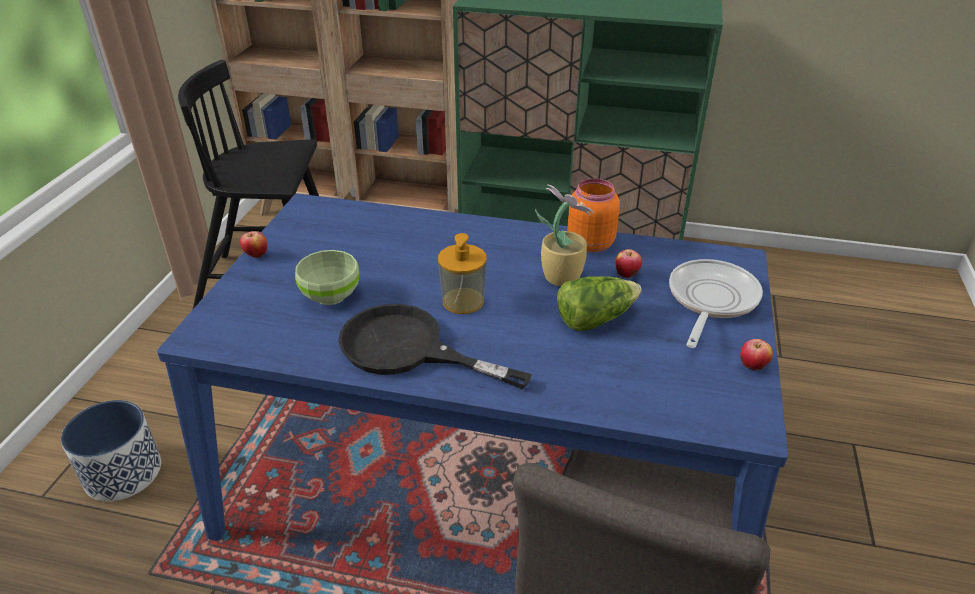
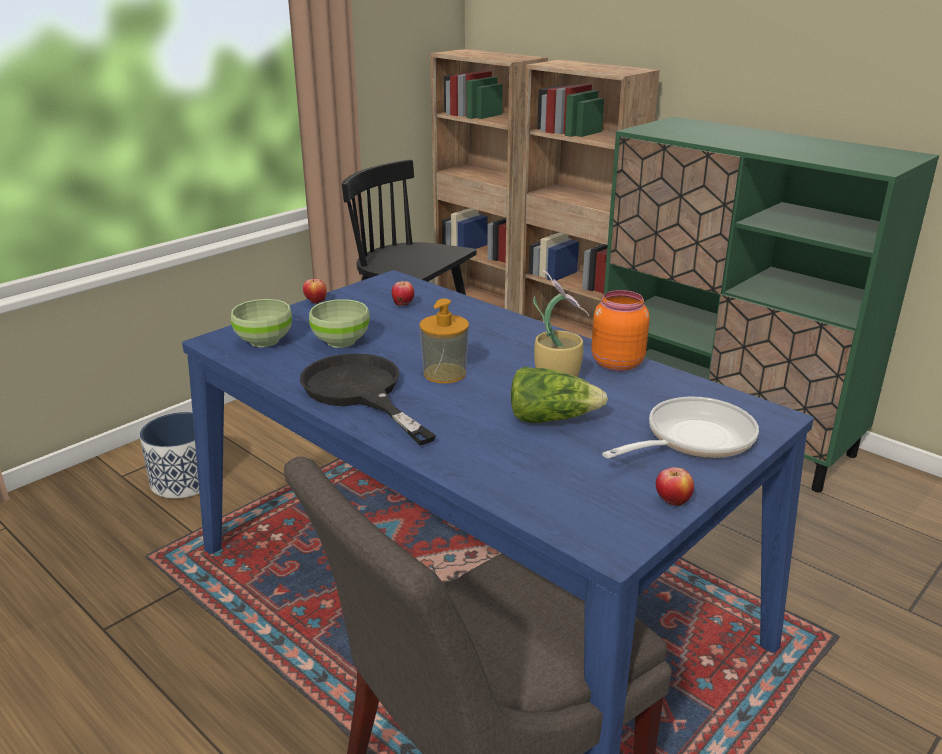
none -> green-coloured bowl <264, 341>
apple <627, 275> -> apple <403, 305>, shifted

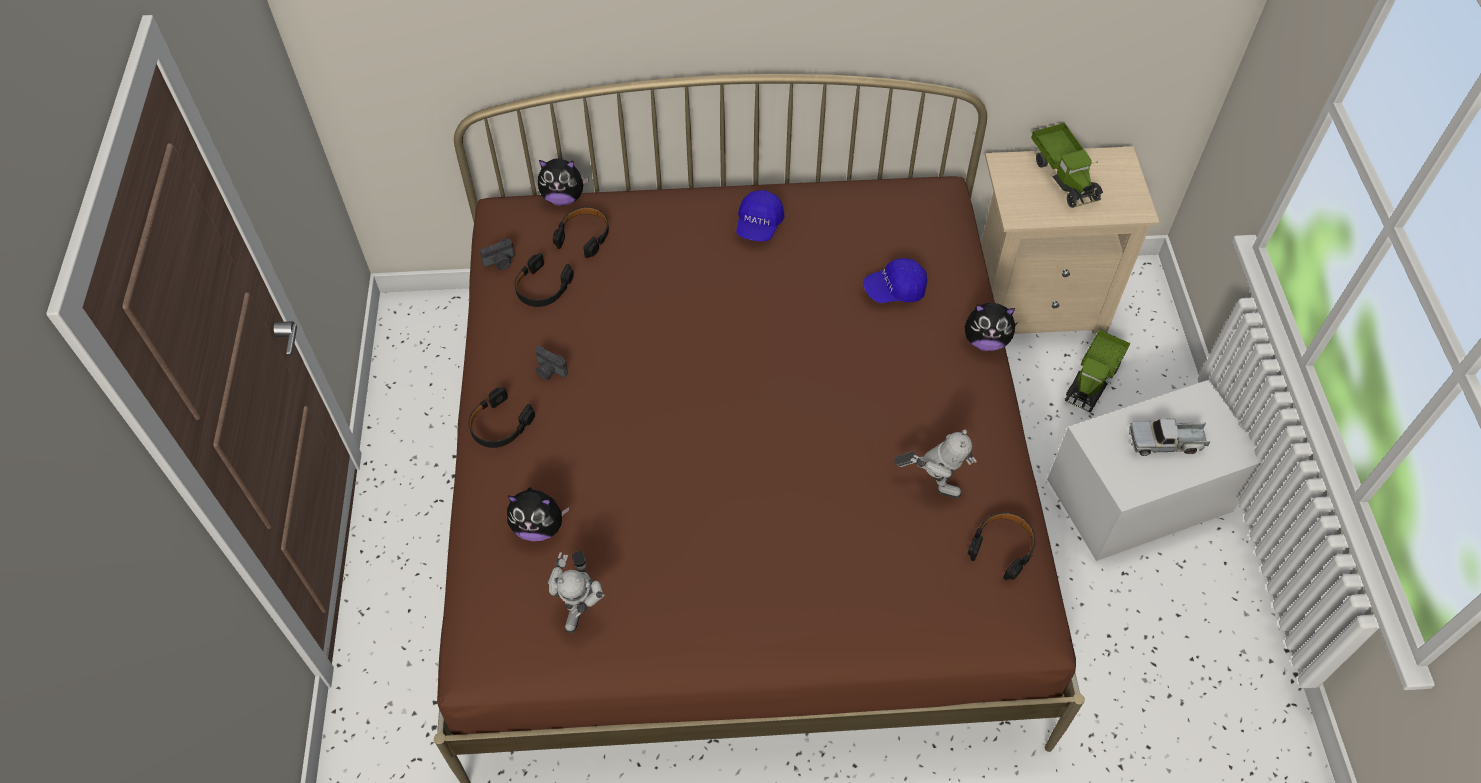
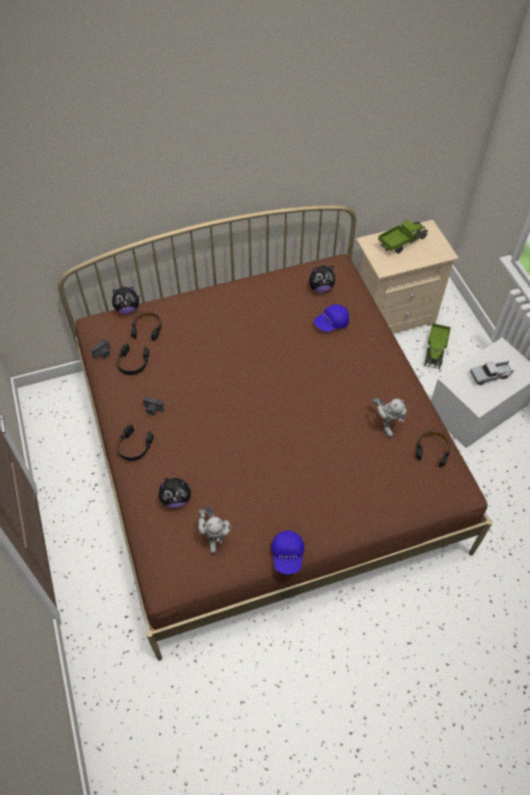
blue peaked cap <759, 225> -> blue peaked cap <287, 555>, shifted
cuddly toy <985, 341> -> cuddly toy <321, 288>, shifted
toy robot <932, 483> -> toy robot <385, 424>, 60 degrees clockwise
toy lorry <1064, 175> -> toy lorry <401, 242>, 90 degrees counterclockwise

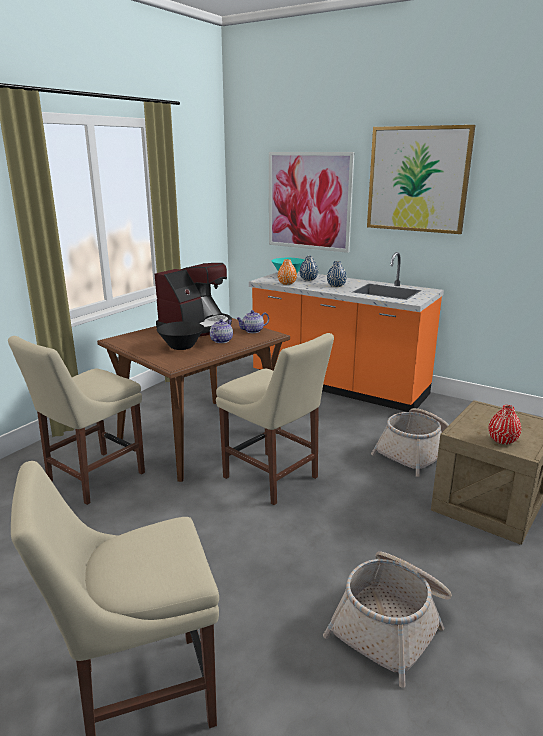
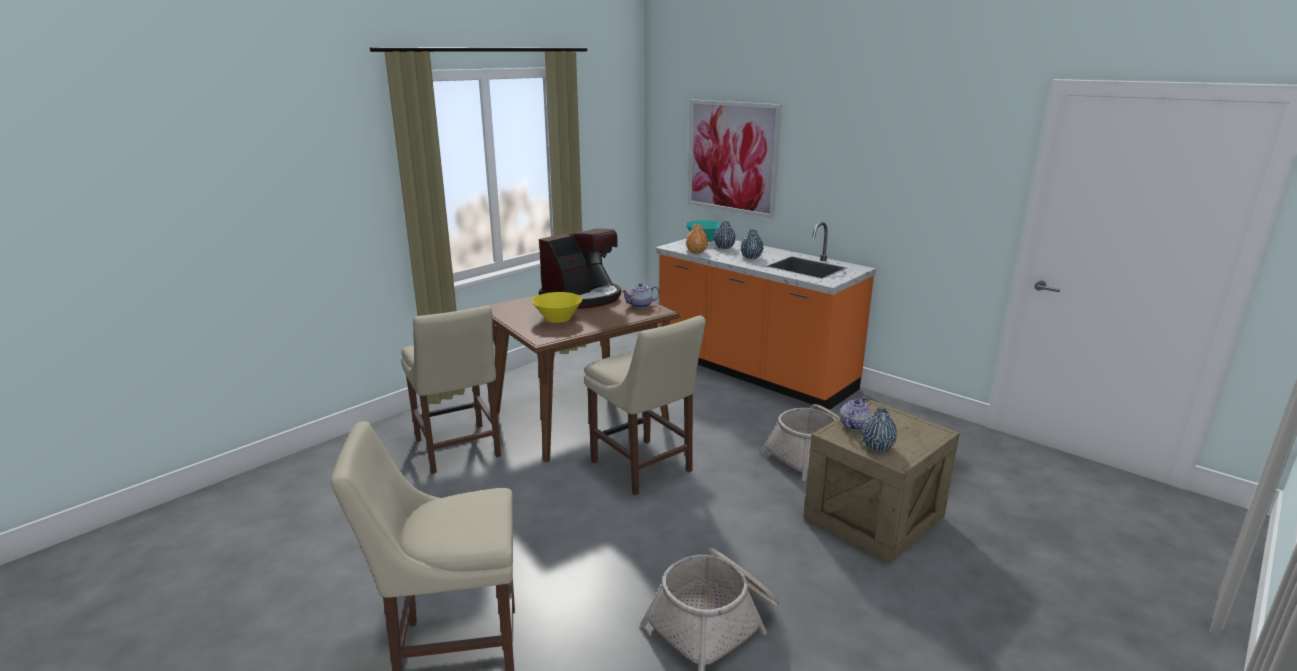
wall art <417, 179> -> none
tea pot <221, 341> -> tea pot <853, 425>, shifted
blackish bowl <181, 347> -> yellow-coloured bowl <558, 319>
red vase <502, 440> -> blue vase <877, 447>
sand-coloured chair <91, 478> -> sand-coloured chair <458, 450>, 75 degrees counterclockwise

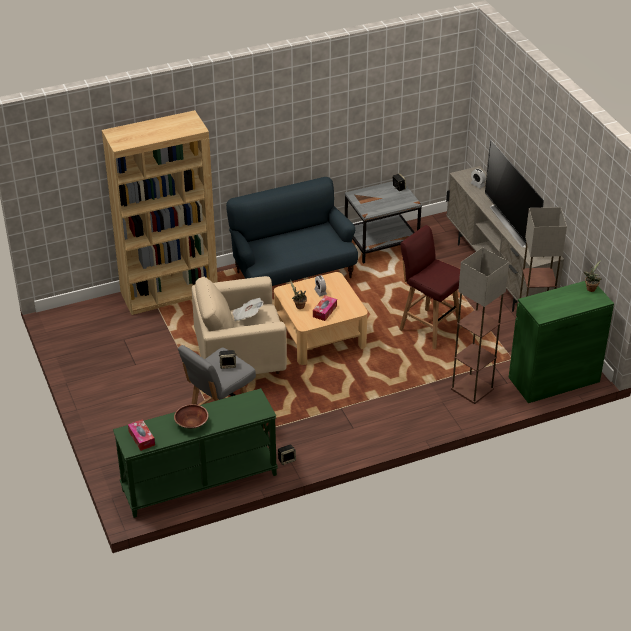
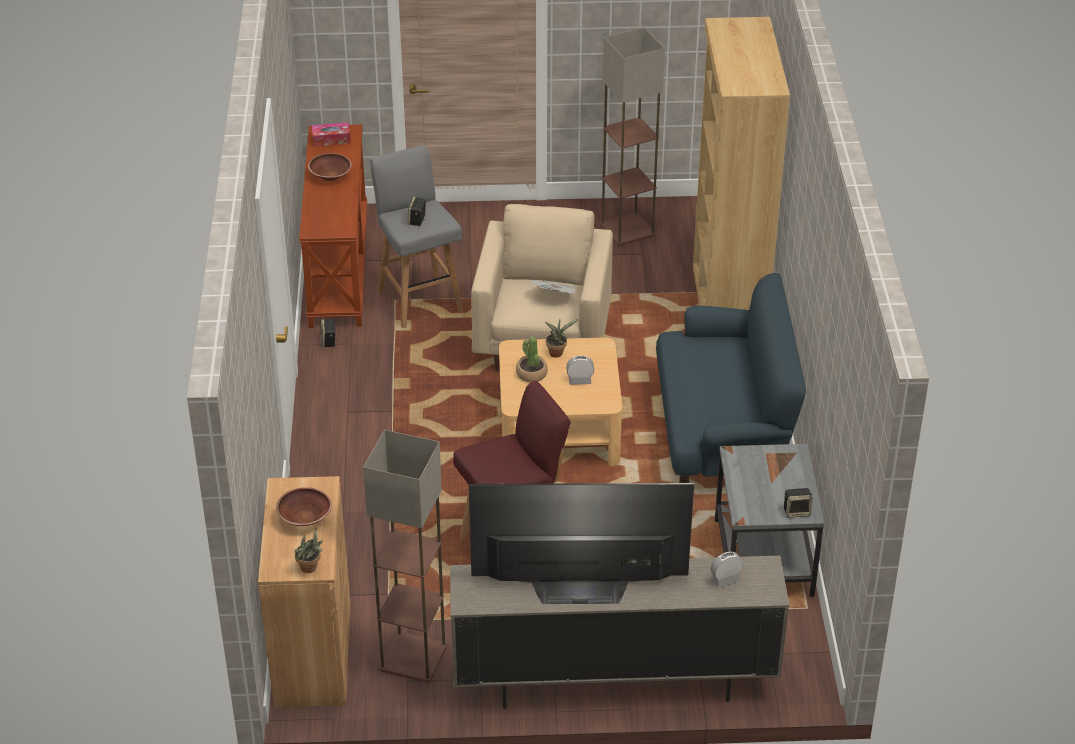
none -> brown-coloured bowl <304, 518>
floor lamp <473, 389> -> floor lamp <627, 230>, shifted
tissue box <324, 311> -> houseplant <531, 374>
green-coloured hall table <199, 483> -> brown-coloured hall table <337, 267>
green-coloured storage cabinet <554, 379> -> brown-coloured storage cabinet <313, 653>

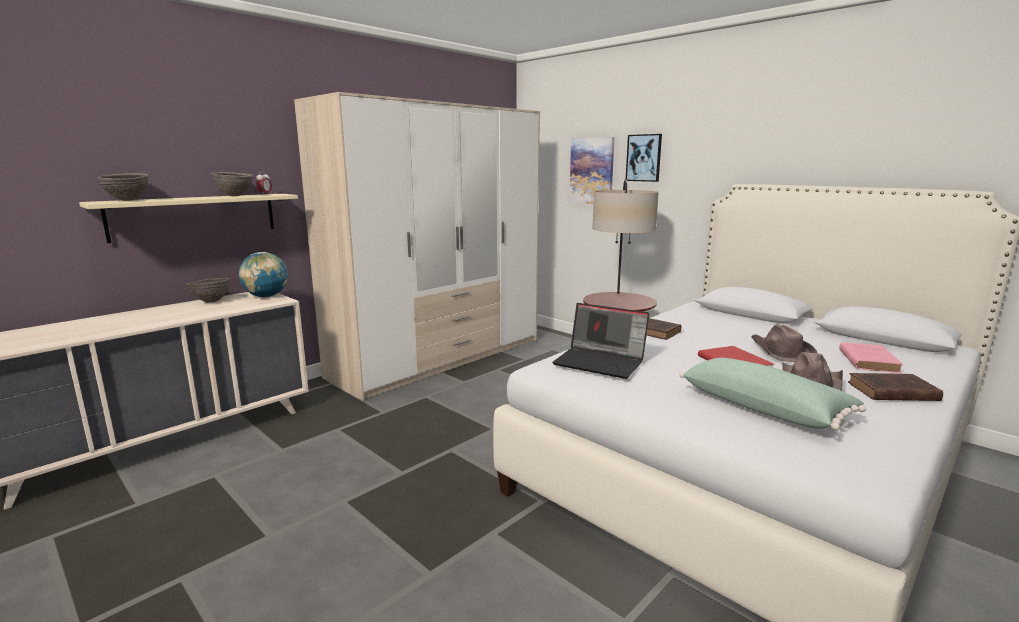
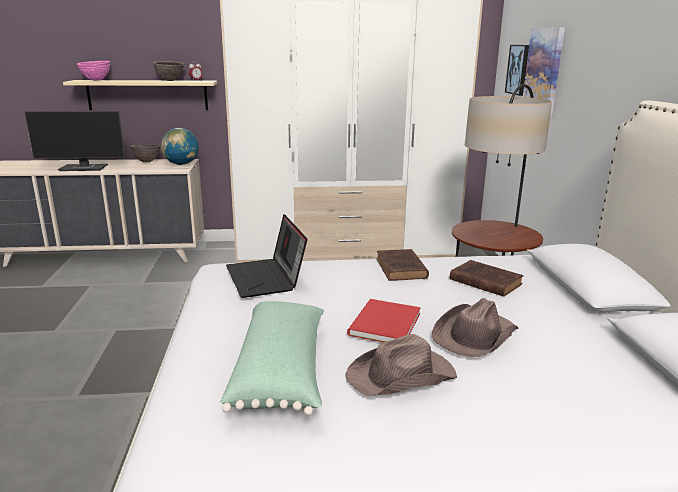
pink volume <867, 360> -> none
none -> computer display <84, 168>
wall art <644, 158> -> wall art <518, 69>, shifted
brown-coloured volume <890, 391> -> brown-coloured volume <483, 281>, shifted
brown-coloured bowl <127, 200> -> pink bowl <96, 80>

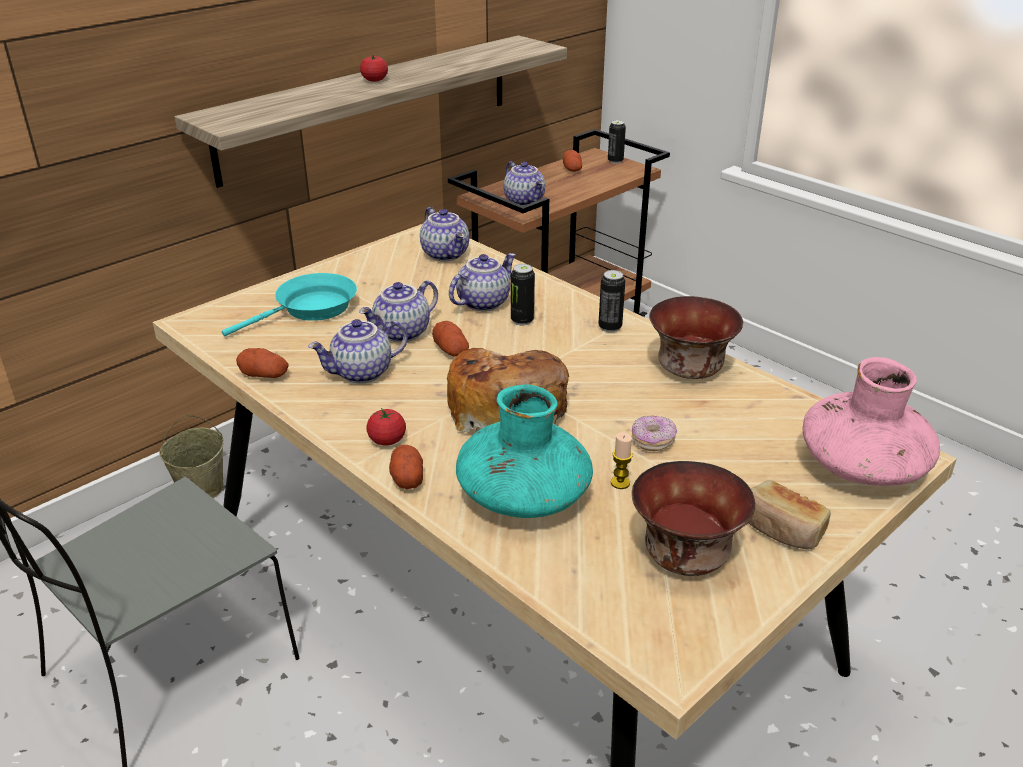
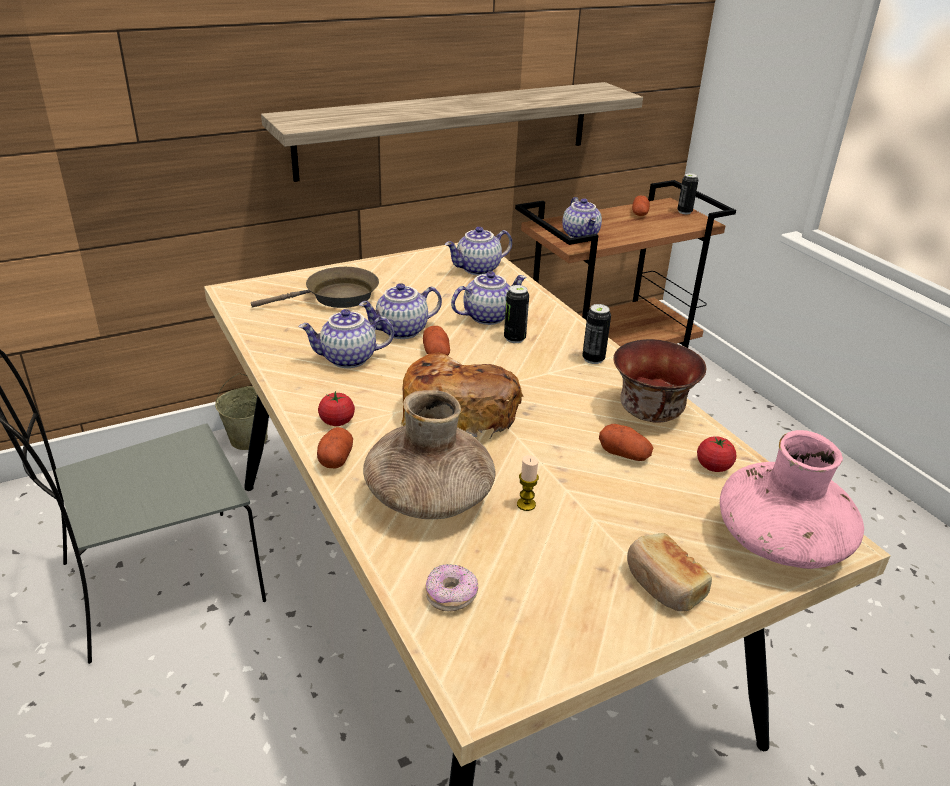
bowl <685, 557> -> none
spud <264, 375> -> spud <624, 454>, shifted
fresh tomato <374, 80> -> fresh tomato <713, 466>, shifted
doughnut <652, 441> -> doughnut <451, 596>, shifted
blue-green skillet <311, 309> -> brown-coloured skillet <336, 297>
blue-green vase <523, 496> -> brown-coloured vase <429, 497>
tea pot <446, 254> -> tea pot <478, 269>, 75 degrees clockwise

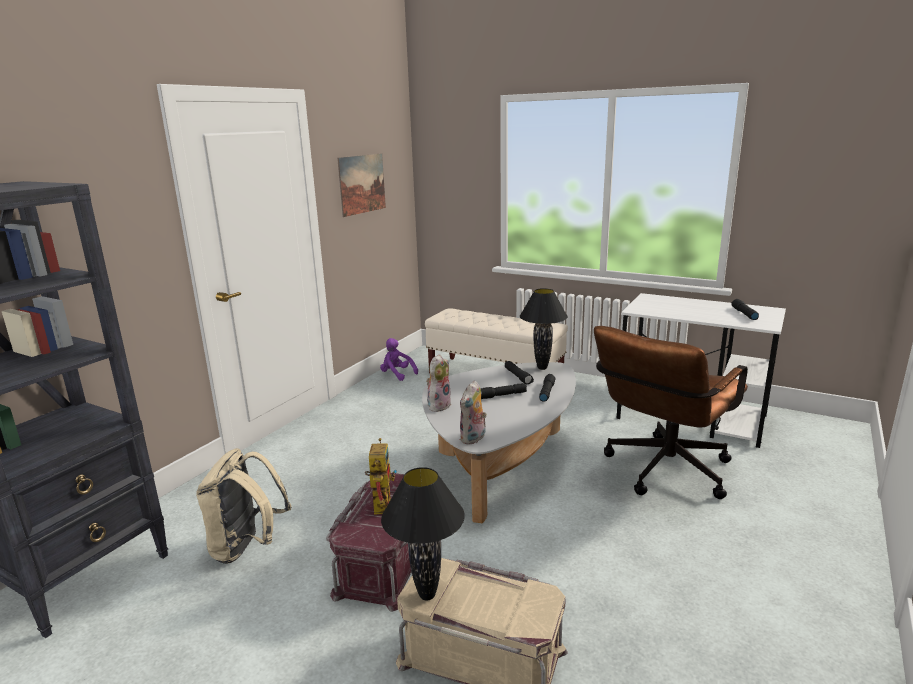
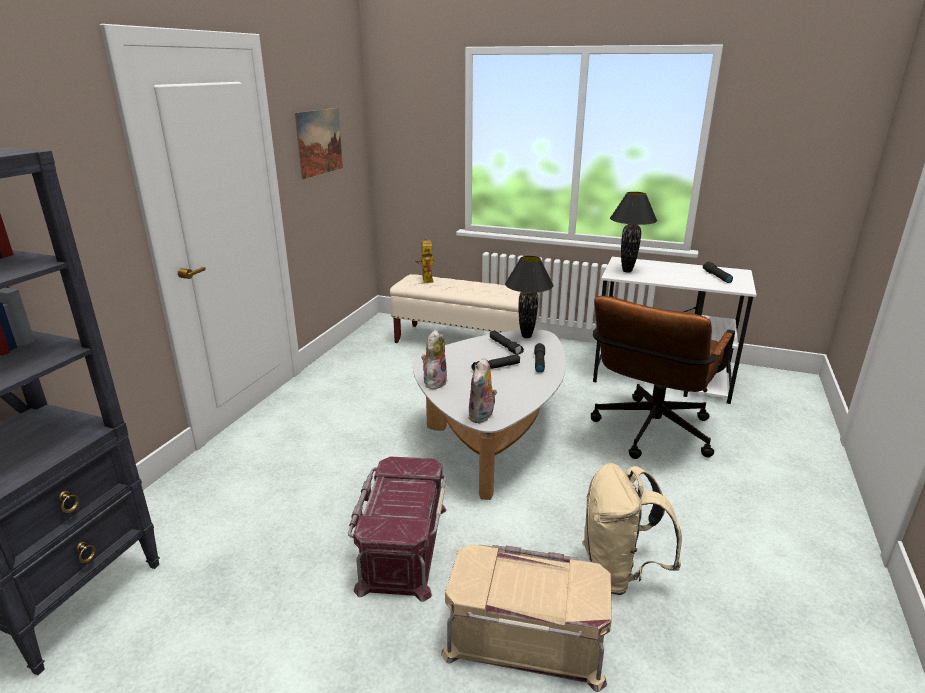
purple cuddly toy <397, 374> -> none
sand-coloured knapsack <247, 547> -> sand-coloured knapsack <620, 572>, shifted
toy robot <381, 503> -> toy robot <425, 279>, shifted
blackish table lamp <426, 595> -> blackish table lamp <627, 271>, shifted

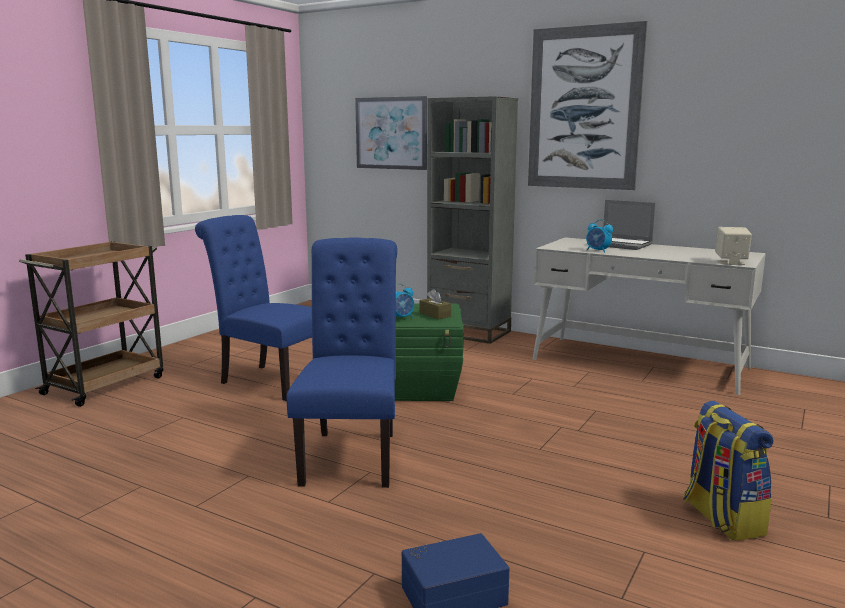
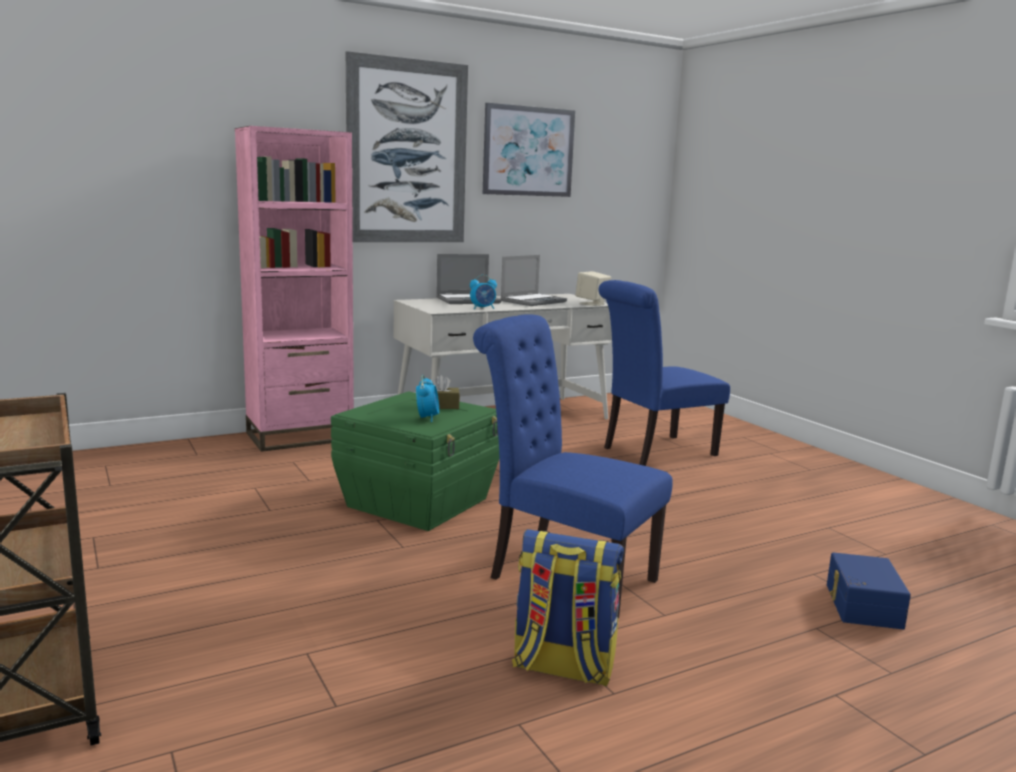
none -> notebook computer <533, 301>
blue chair <269, 381> -> blue chair <653, 452>, shifted
wall art <391, 133> -> wall art <528, 151>, shifted
knapsack <721, 519> -> knapsack <562, 667>, shifted
grey bookshelf <468, 332> -> pink bookshelf <300, 437>

